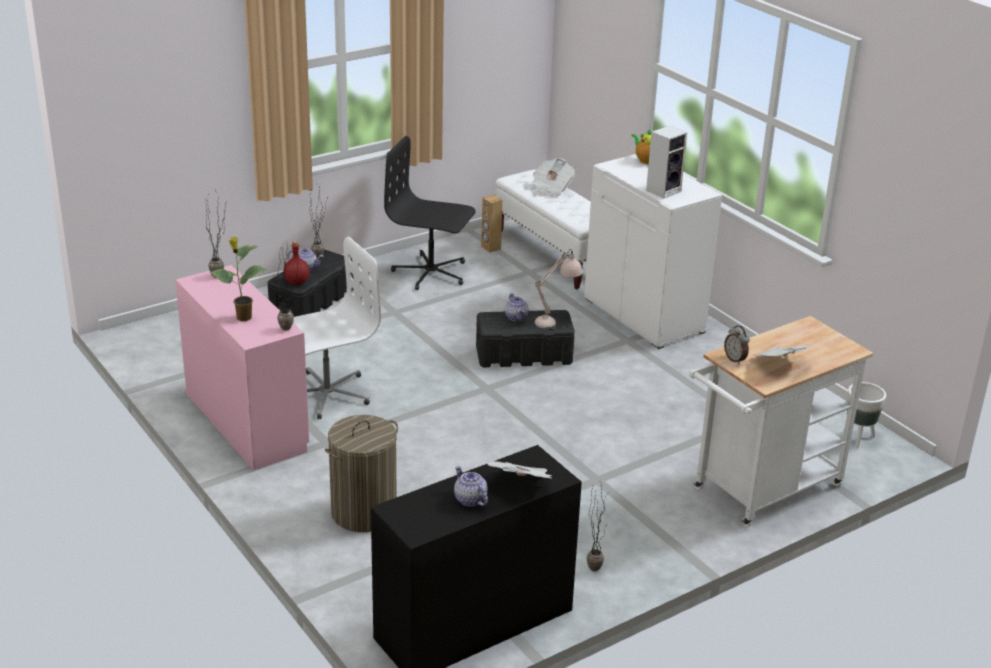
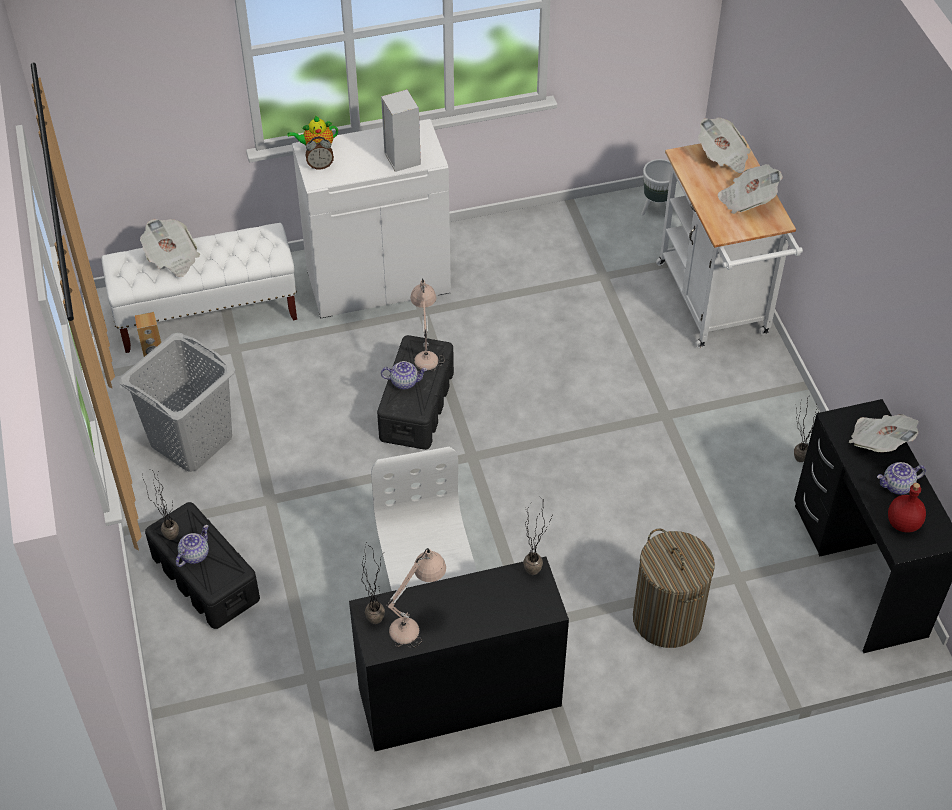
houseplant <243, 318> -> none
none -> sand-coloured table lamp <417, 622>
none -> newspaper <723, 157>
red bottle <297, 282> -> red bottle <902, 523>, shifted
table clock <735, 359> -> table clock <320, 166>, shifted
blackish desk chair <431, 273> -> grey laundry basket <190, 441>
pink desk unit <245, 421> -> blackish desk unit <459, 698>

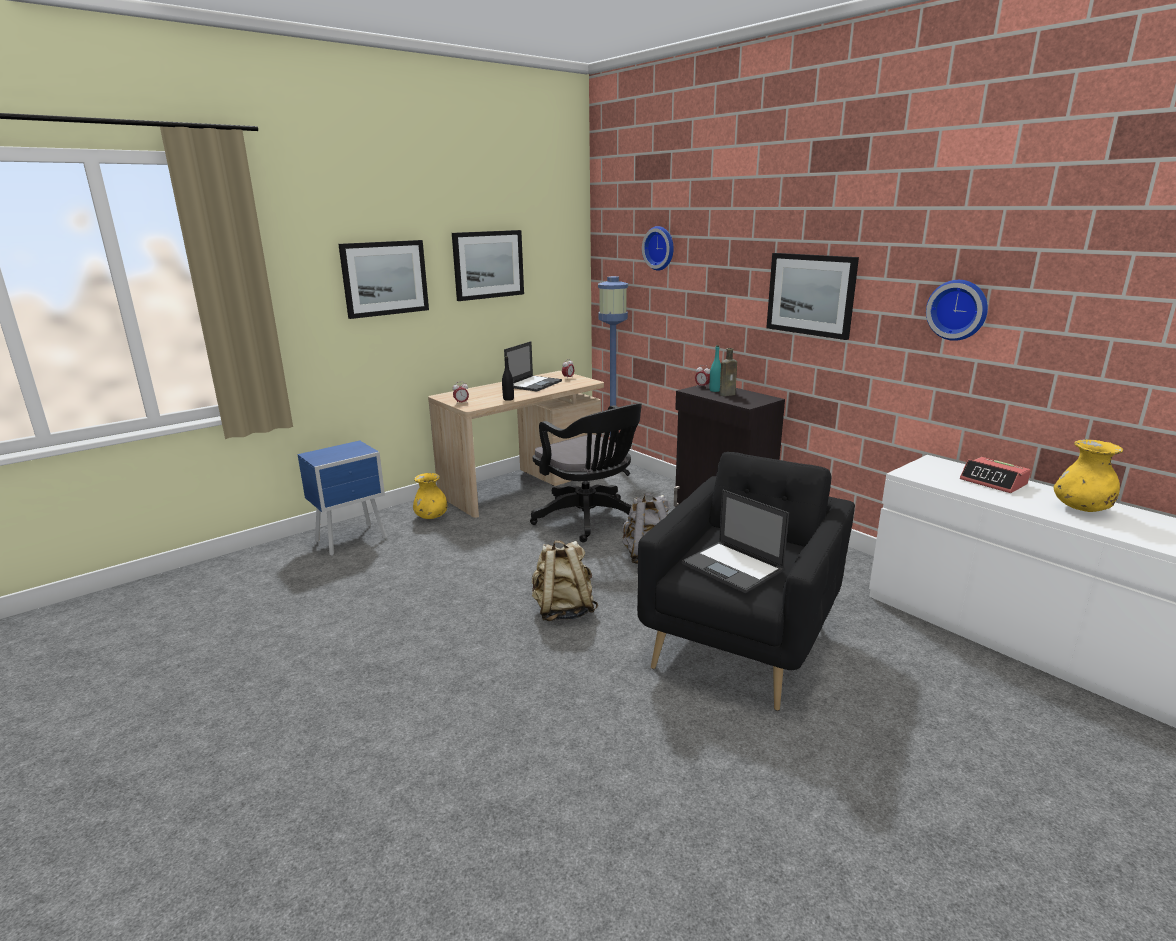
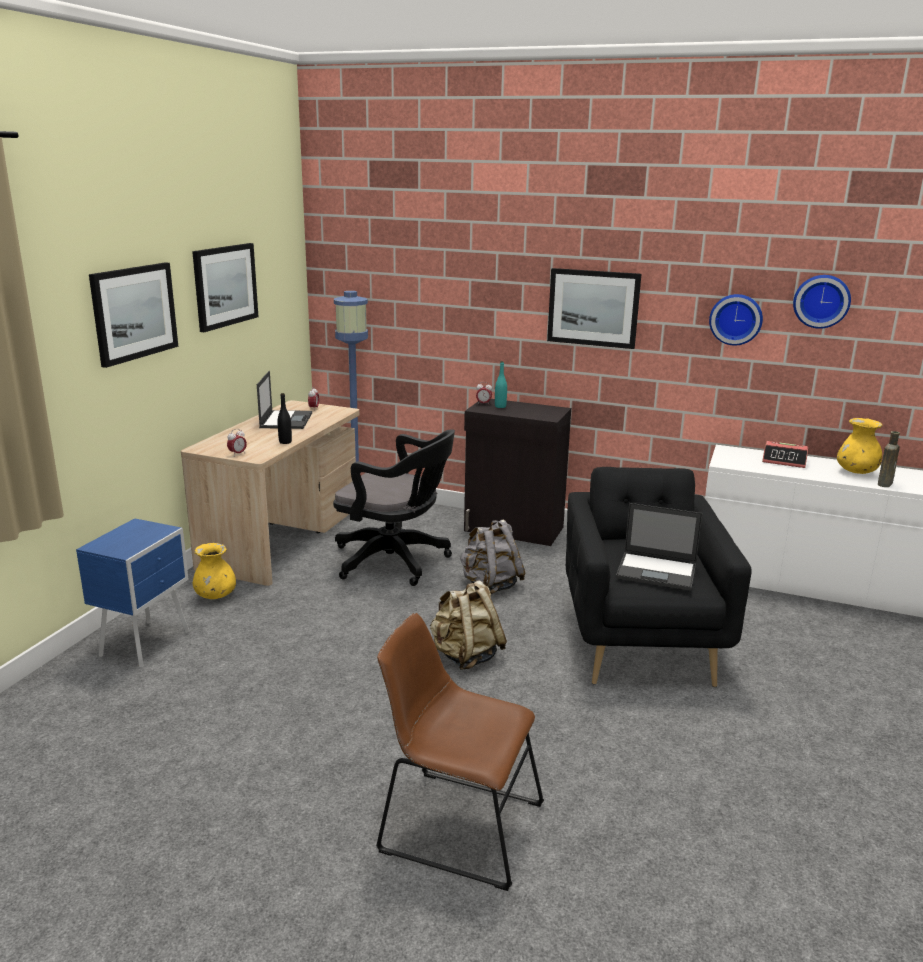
none -> brown-coloured chair <455, 825>
clock on the wall <660, 248> -> clock on the wall <821, 301>, shifted
brown-coloured bottle <728, 394> -> brown-coloured bottle <885, 483>, shifted

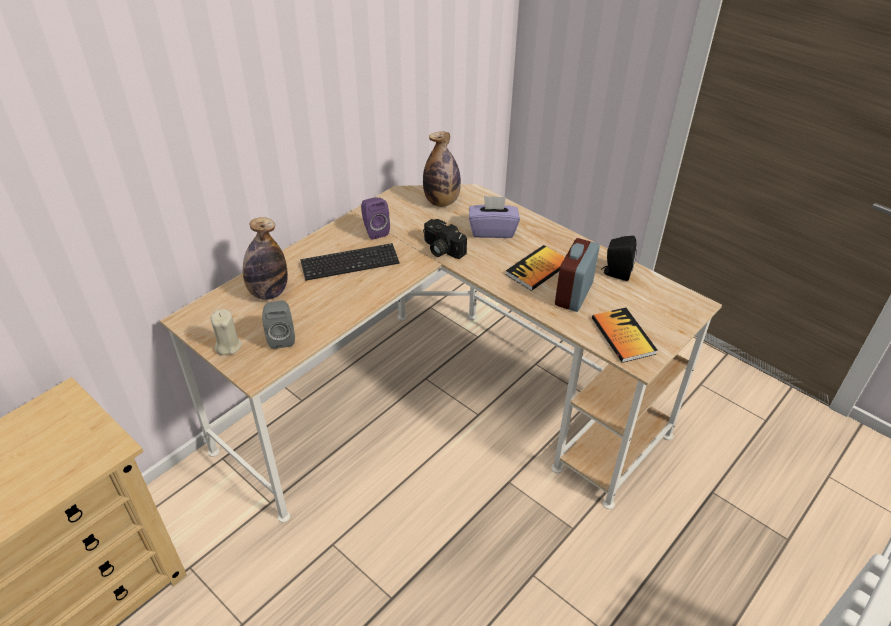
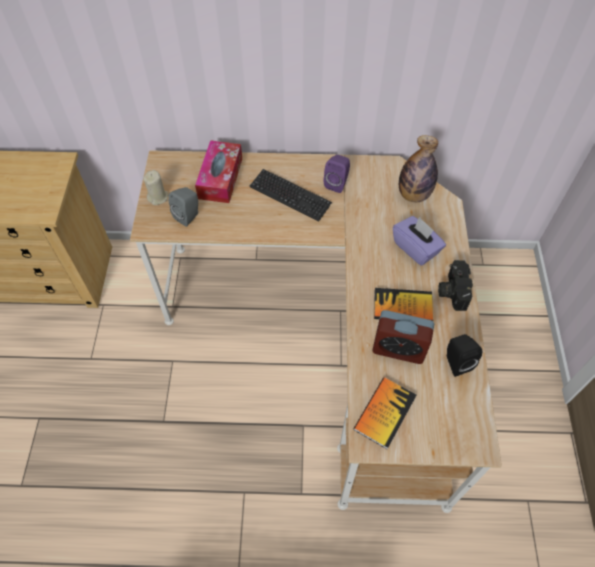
still camera <441, 249> -> still camera <452, 290>, shifted
bottle <268, 292> -> tissue box <220, 178>
table clock <573, 294> -> table clock <398, 349>, 150 degrees counterclockwise

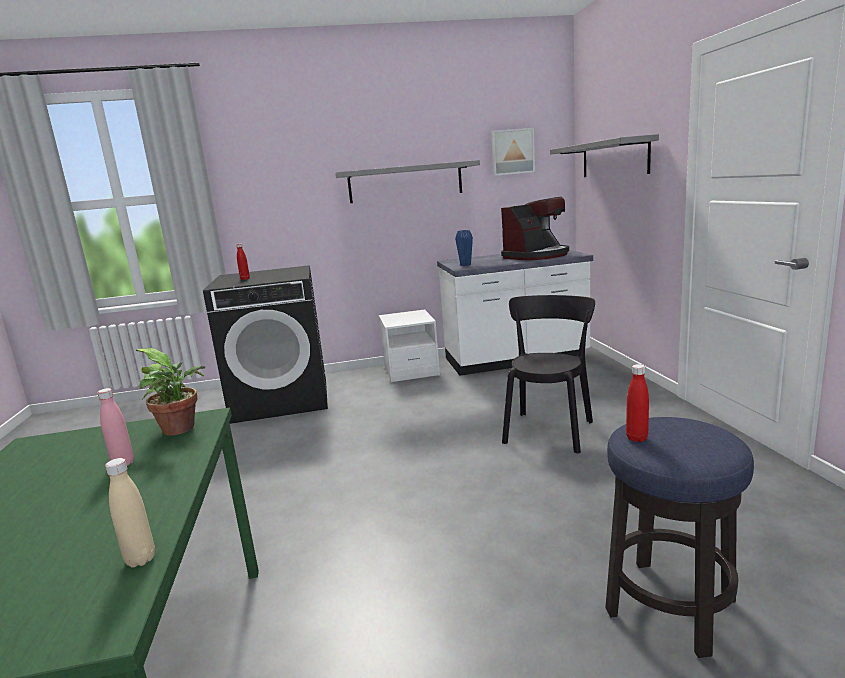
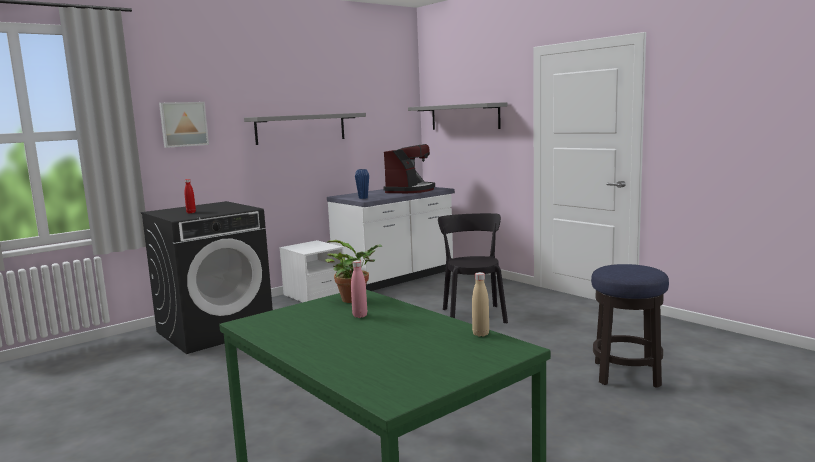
red bottle <636, 438> -> none
wall art <512, 152> -> wall art <183, 124>, shifted

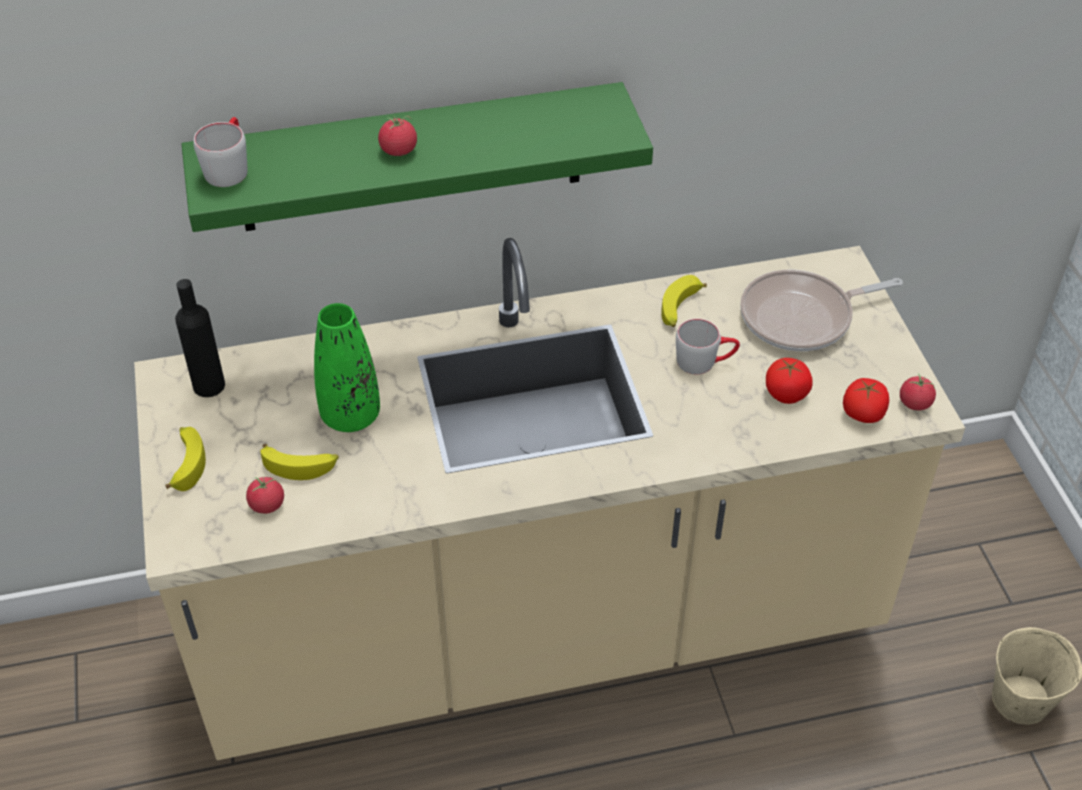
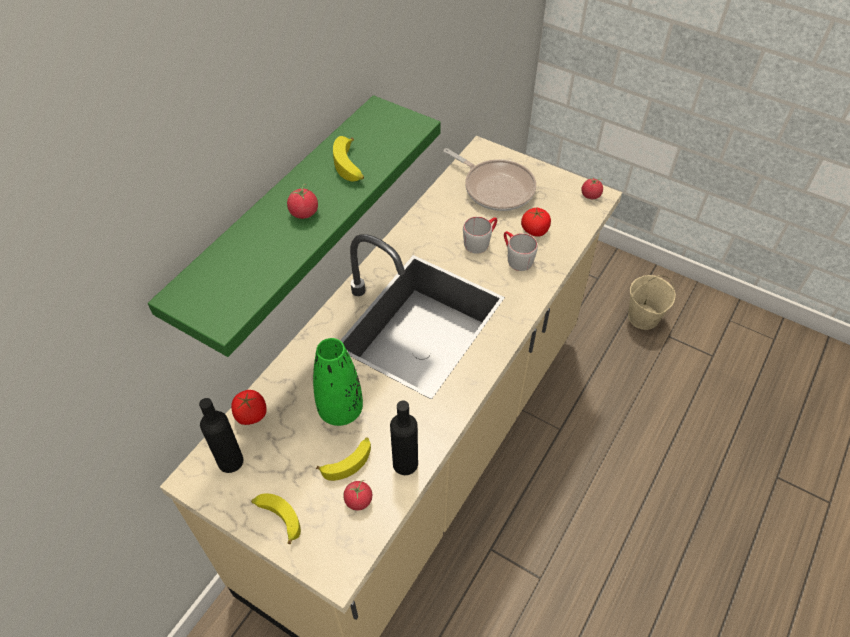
none -> blackish bottle <405, 463>
grey tea mug <229, 167> -> grey tea mug <515, 258>, shifted
banana <680, 309> -> banana <350, 166>, shifted
fresh tomato <863, 413> -> fresh tomato <251, 414>, shifted
skillet <802, 317> -> skillet <495, 188>, 75 degrees counterclockwise

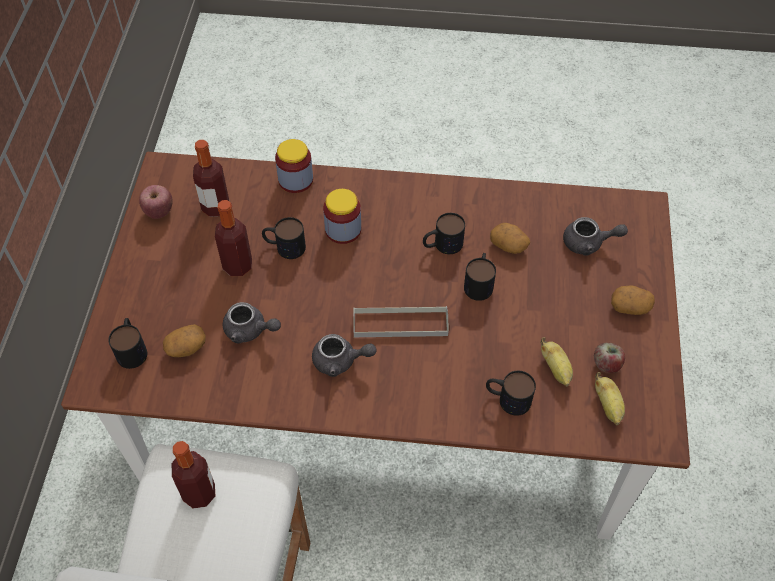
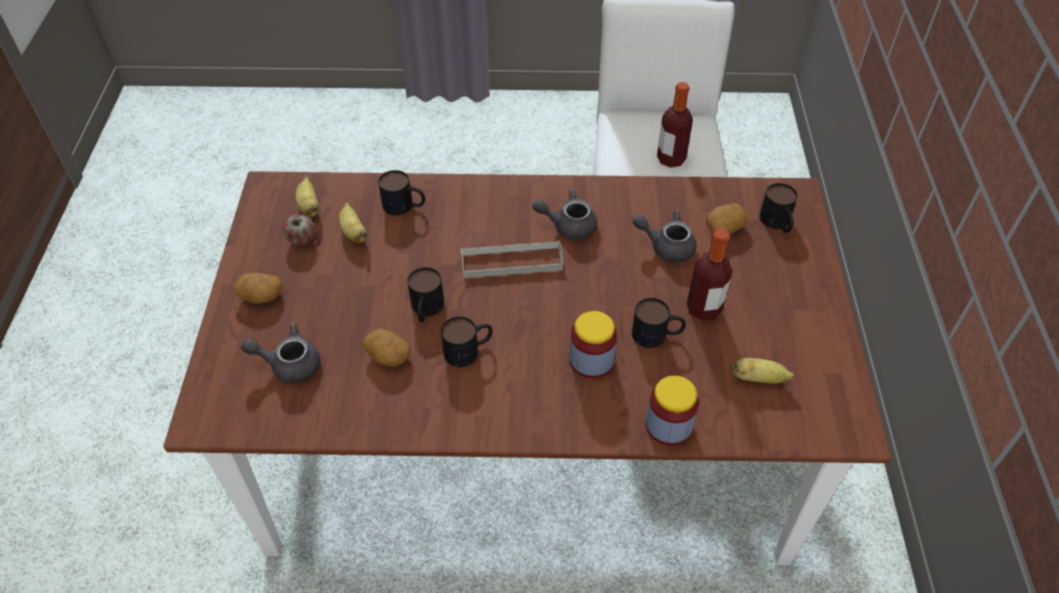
apple <159, 212> -> none
bottle <215, 207> -> banana <758, 379>

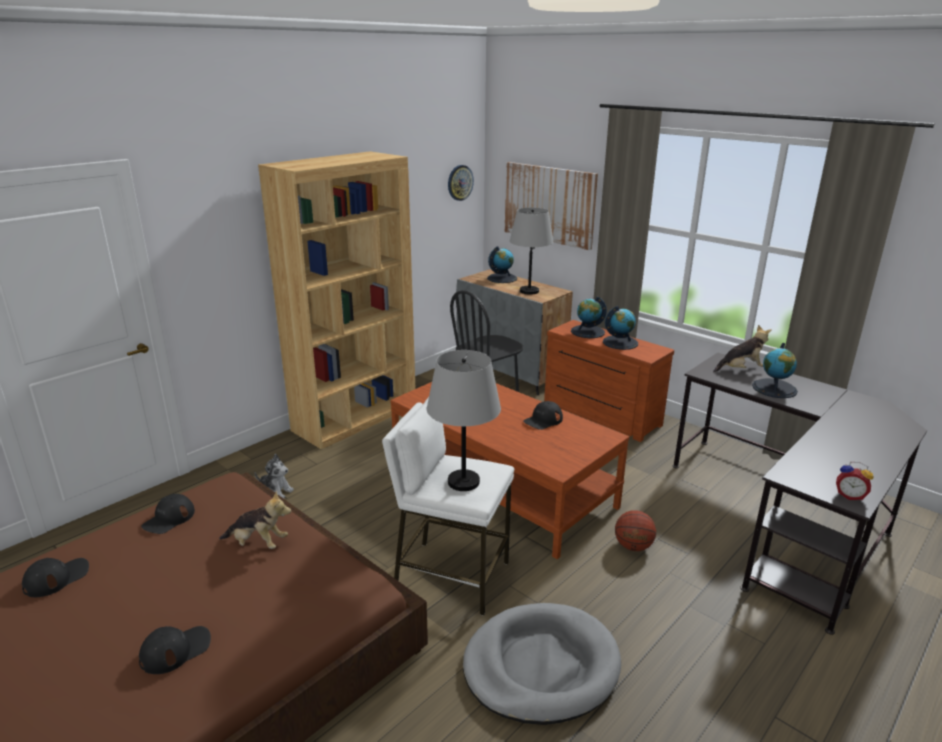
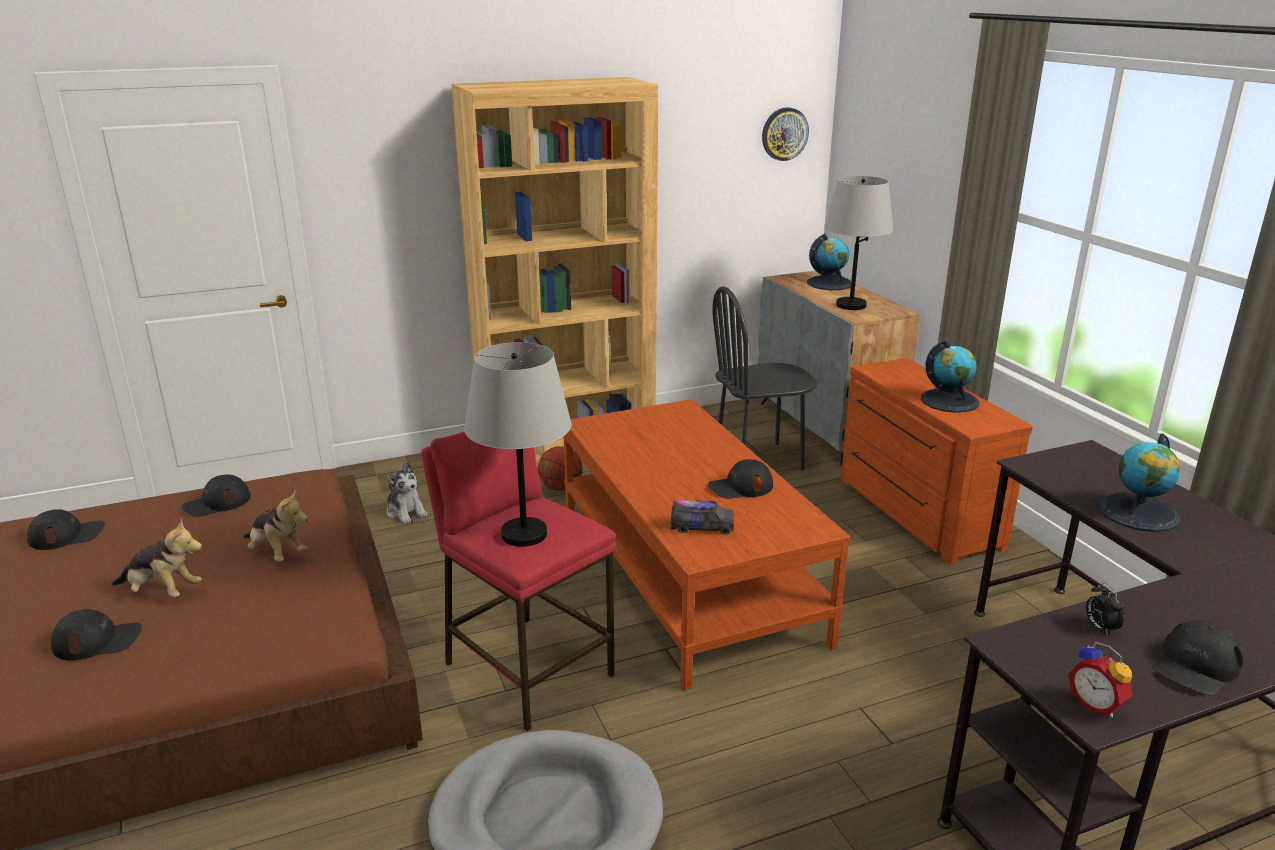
wall art <549, 204> -> none
globe <587, 332> -> none
none -> toy lorry <701, 527>
none -> table clock <1100, 627>
none -> blackish peaked cap <1195, 666>
basketball ball <633, 546> -> basketball ball <560, 488>, shifted
cuddly toy <740, 369> -> cuddly toy <162, 591>, shifted
whitish stool seat <451, 575> -> red stool seat <528, 669>

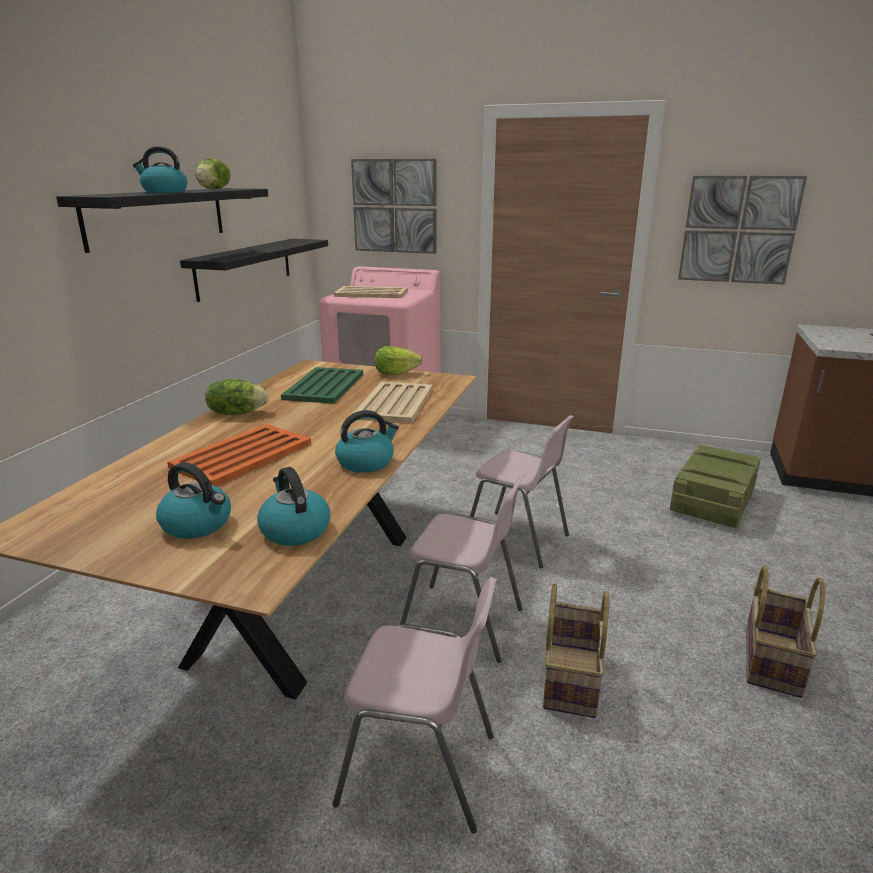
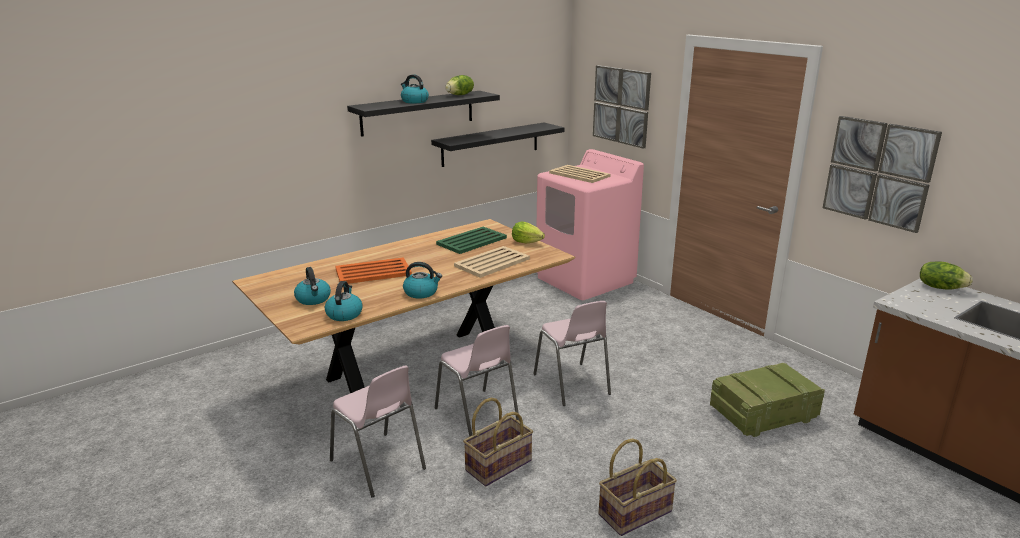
head of lettuce <237, 413> -> head of lettuce <940, 287>, shifted

